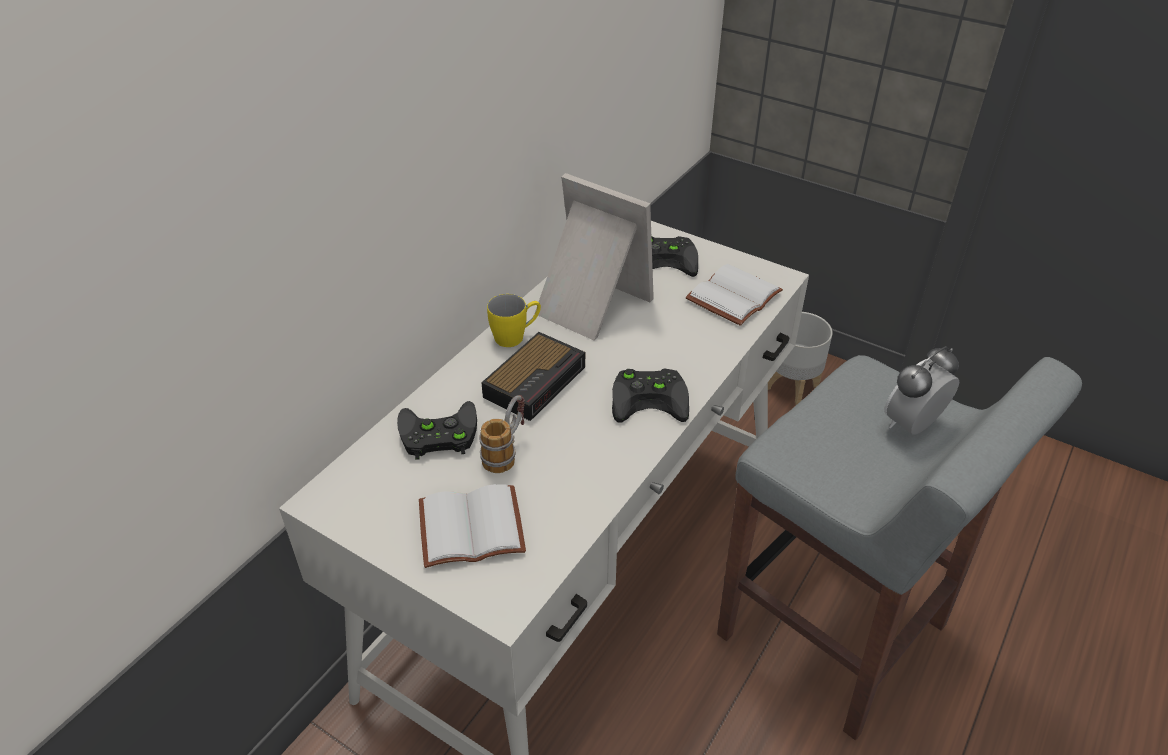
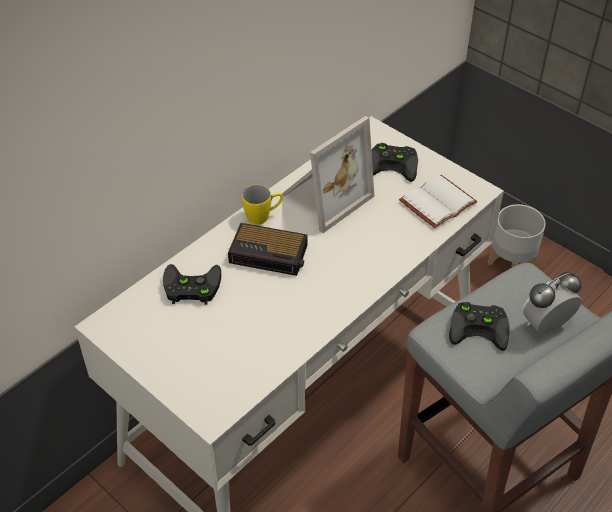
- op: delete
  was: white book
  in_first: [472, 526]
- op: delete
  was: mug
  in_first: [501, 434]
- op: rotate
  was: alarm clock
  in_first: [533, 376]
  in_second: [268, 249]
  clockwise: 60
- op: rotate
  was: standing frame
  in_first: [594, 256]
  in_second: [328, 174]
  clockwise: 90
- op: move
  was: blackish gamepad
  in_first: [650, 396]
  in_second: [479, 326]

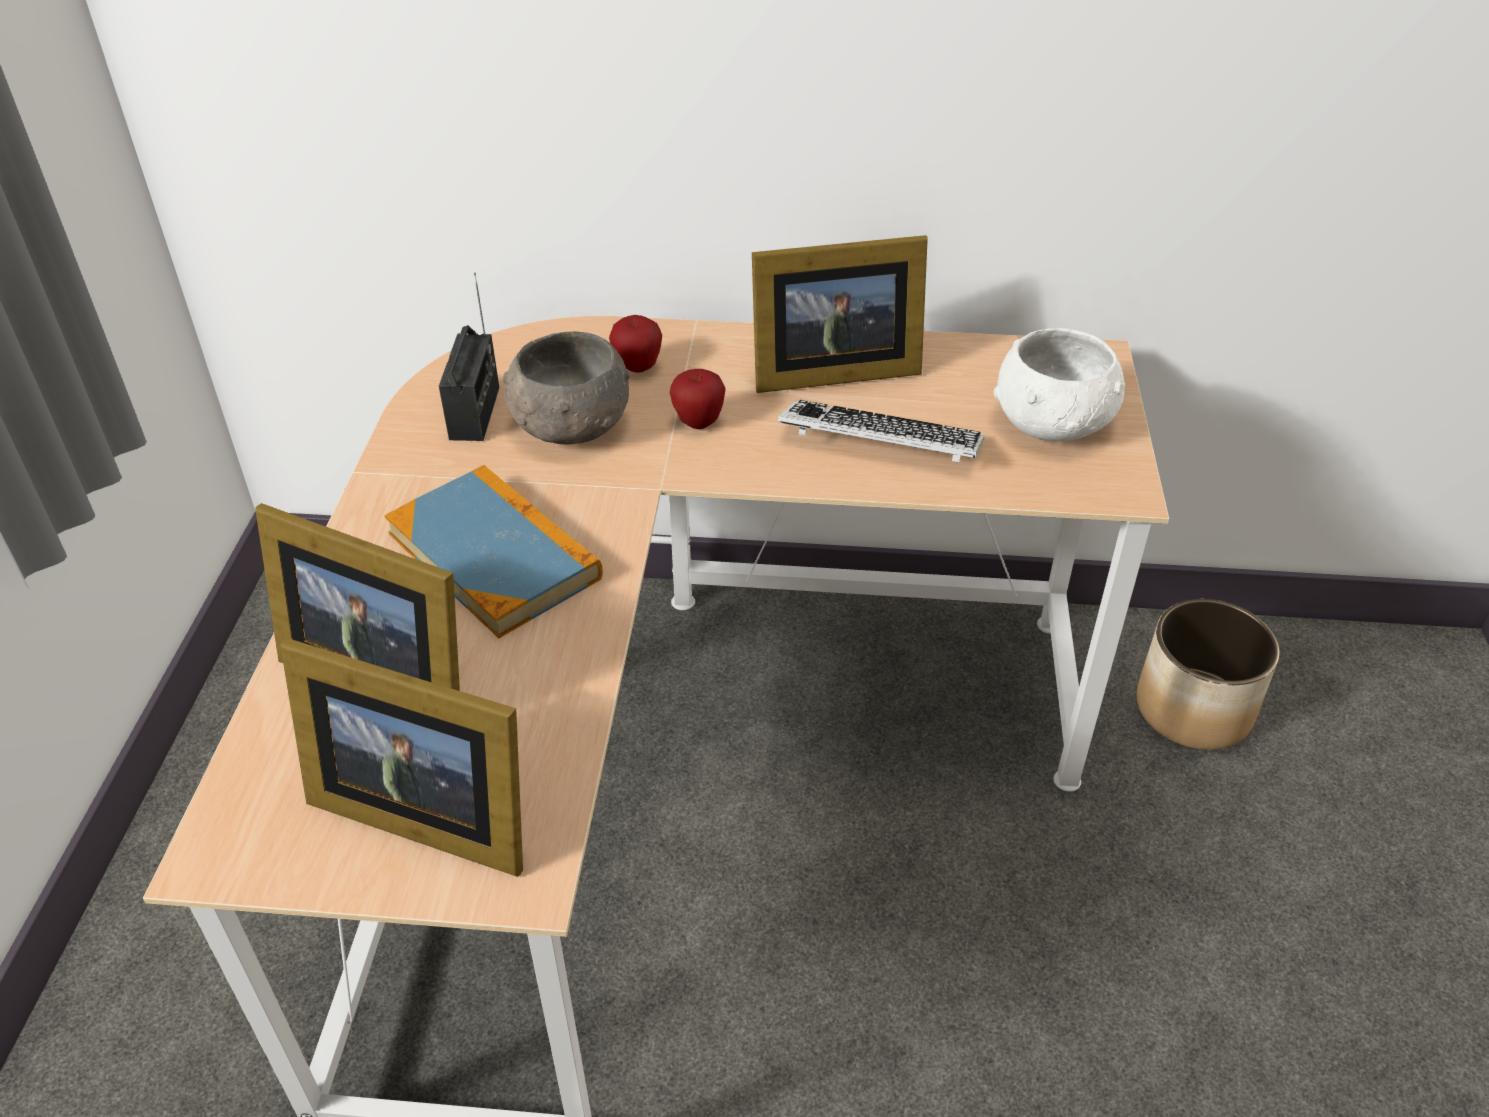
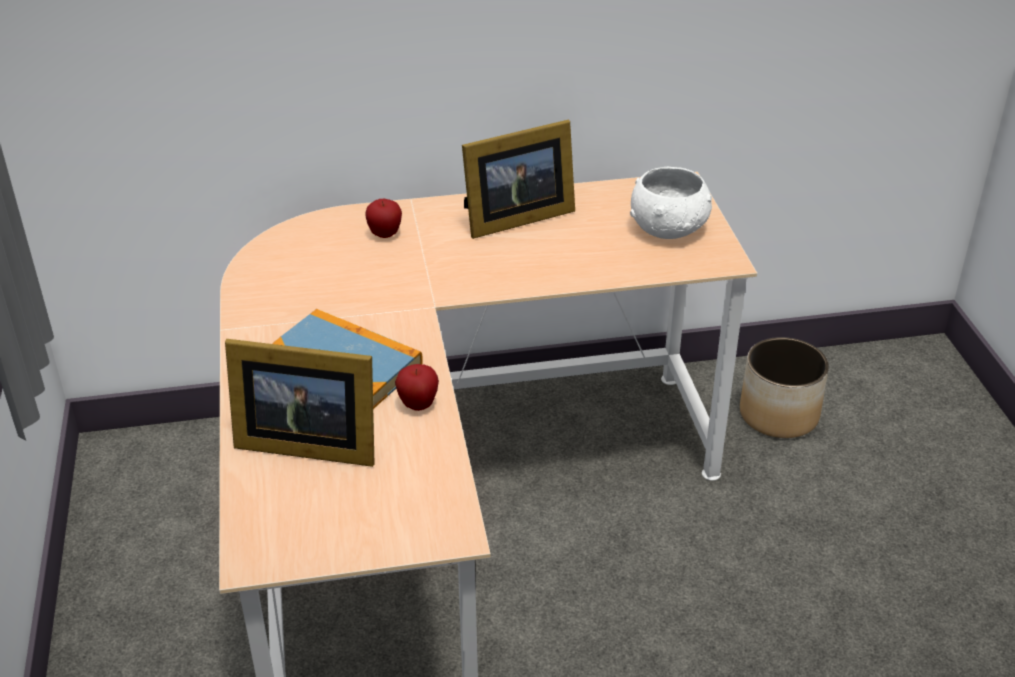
- op: delete
  was: standing frame
  in_first: [401, 757]
- op: delete
  was: radio
  in_first: [469, 356]
- op: delete
  was: gray deep dish
  in_first: [566, 388]
- op: move
  was: apple fruit
  in_first: [698, 399]
  in_second: [417, 387]
- op: delete
  was: computer keyboard
  in_first: [881, 431]

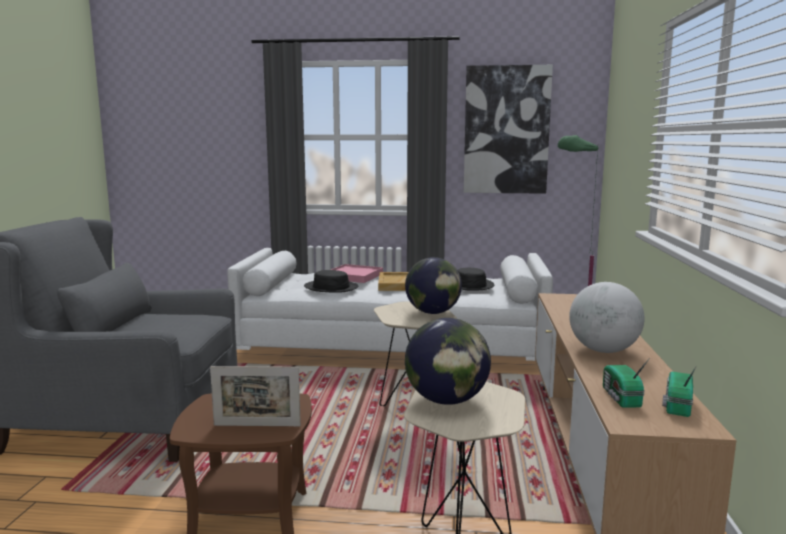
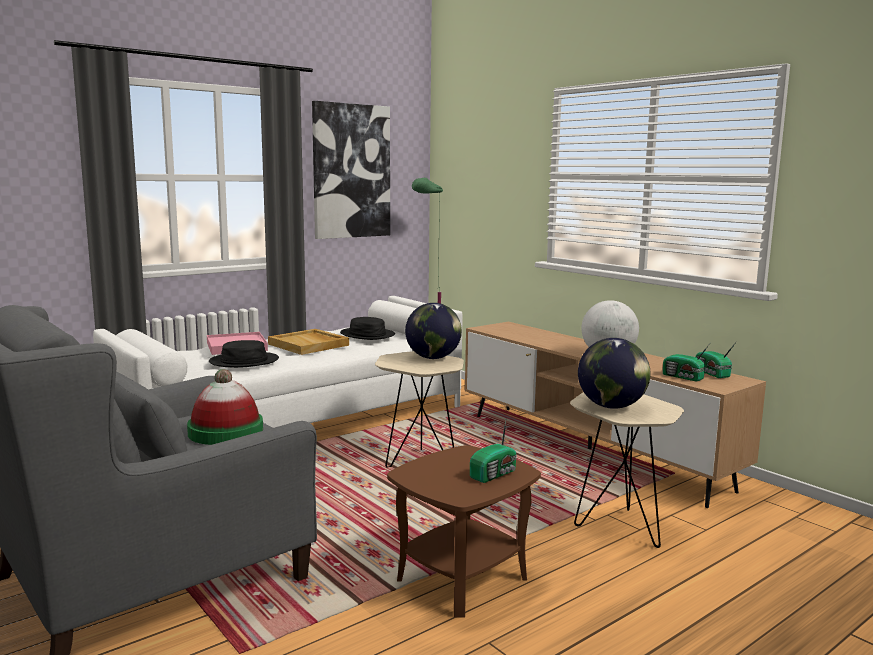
- op: replace
  was: standing frame
  now: radio
  in_first: [255, 396]
  in_second: [493, 451]
- op: insert
  now: hat
  in_second: [225, 407]

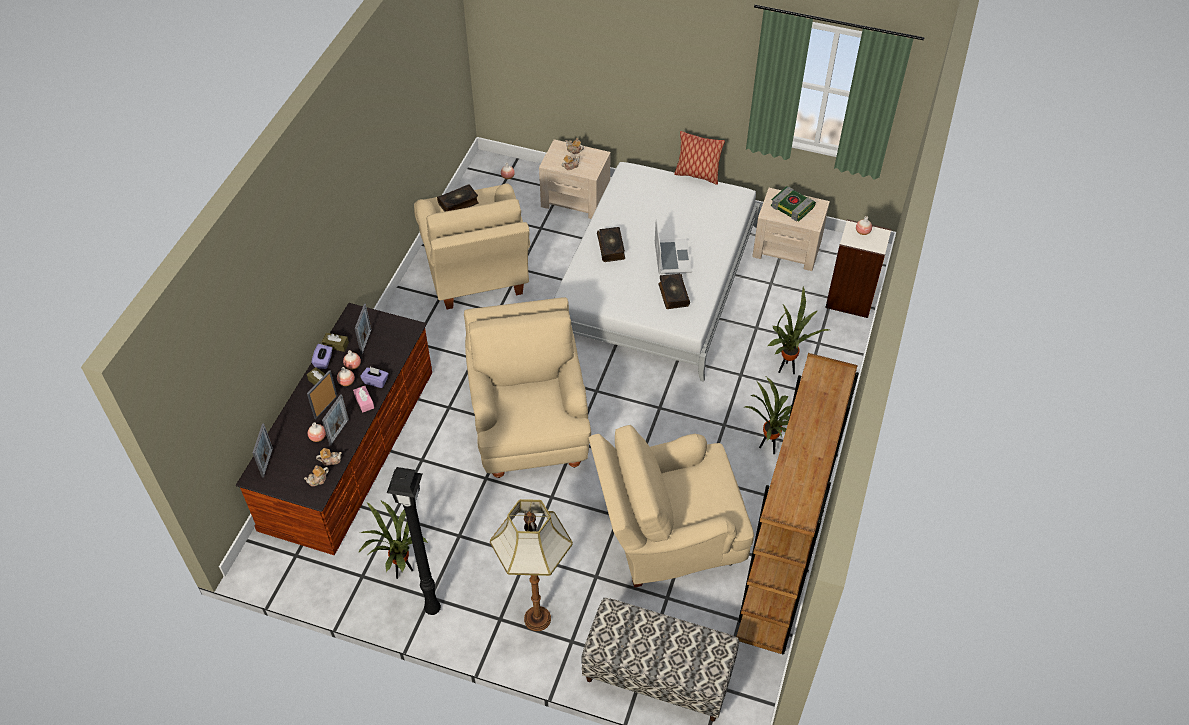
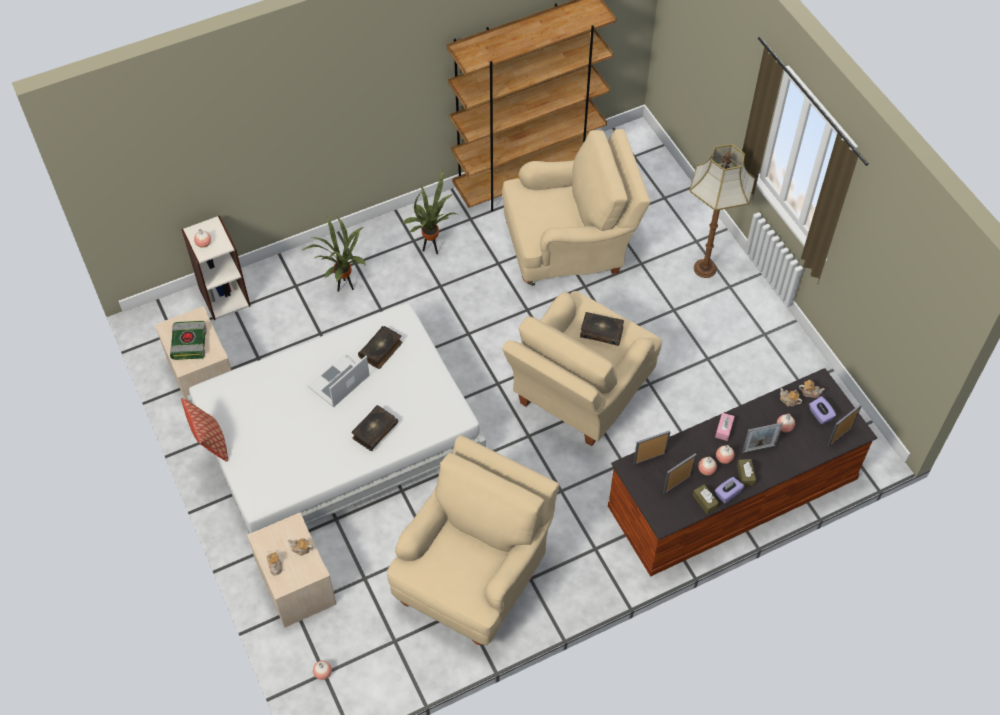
- op: move
  was: standing frame
  in_first: [335, 420]
  in_second: [651, 447]
- op: delete
  was: potted plant
  in_first: [393, 539]
- op: move
  was: purple tissue box
  in_first: [374, 377]
  in_second: [822, 410]
- op: delete
  was: blackish standard lamp
  in_first: [414, 541]
- op: move
  was: book
  in_first: [458, 198]
  in_second: [602, 329]
- op: delete
  was: bench
  in_first: [660, 659]
- op: rotate
  was: sand-coloured lounge chair
  in_first: [671, 506]
  in_second: [576, 207]
  clockwise: -45

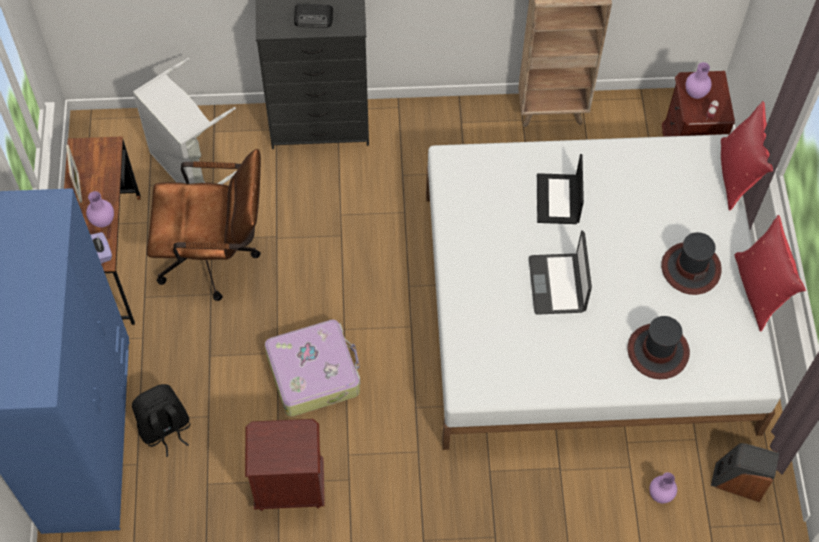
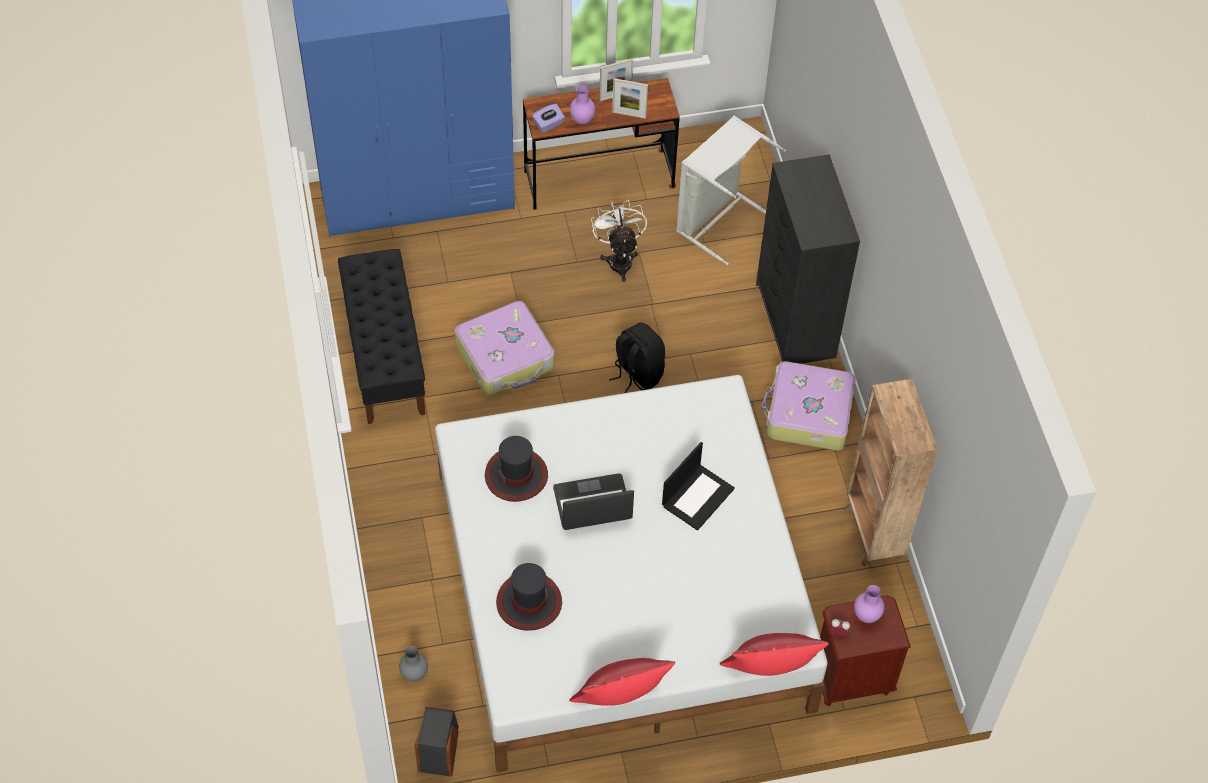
- op: move
  was: blackish rucksack
  in_first: [161, 420]
  in_second: [637, 358]
- op: replace
  was: brownish office chair
  now: white electric fan
  in_first: [204, 225]
  in_second: [619, 241]
- op: replace
  was: brownish bedside table
  now: blackish bench
  in_first: [285, 465]
  in_second: [381, 336]
- op: delete
  was: radio
  in_first: [313, 16]
- op: rotate
  was: laptop
  in_first: [560, 189]
  in_second: [698, 486]
  clockwise: 135
- op: recolor
  was: purple decorative vase
  now: gray decorative vase
  in_first: [663, 487]
  in_second: [413, 664]
- op: move
  was: hat
  in_first: [691, 263]
  in_second: [516, 469]
- op: insert
  now: standing frame
  in_second: [630, 98]
- op: insert
  now: suitcase
  in_second: [808, 405]

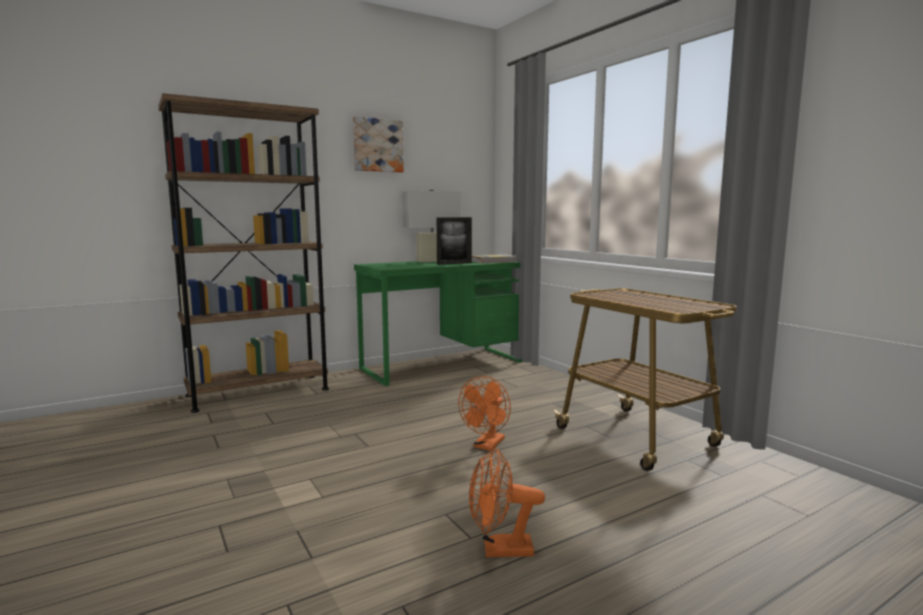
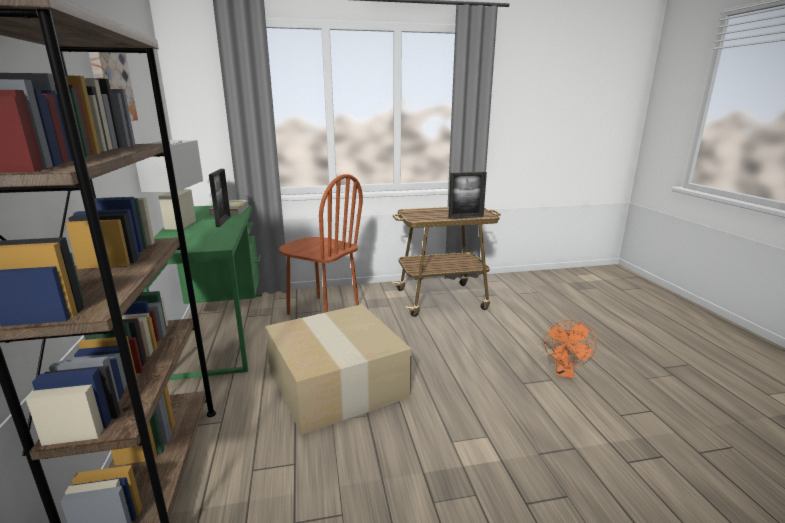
- op: delete
  was: orange-coloured electric fan
  in_first: [484, 413]
- op: insert
  now: cardboard box
  in_second: [338, 369]
- op: insert
  now: brownish upright chair
  in_second: [321, 244]
- op: insert
  now: standing frame
  in_second: [468, 195]

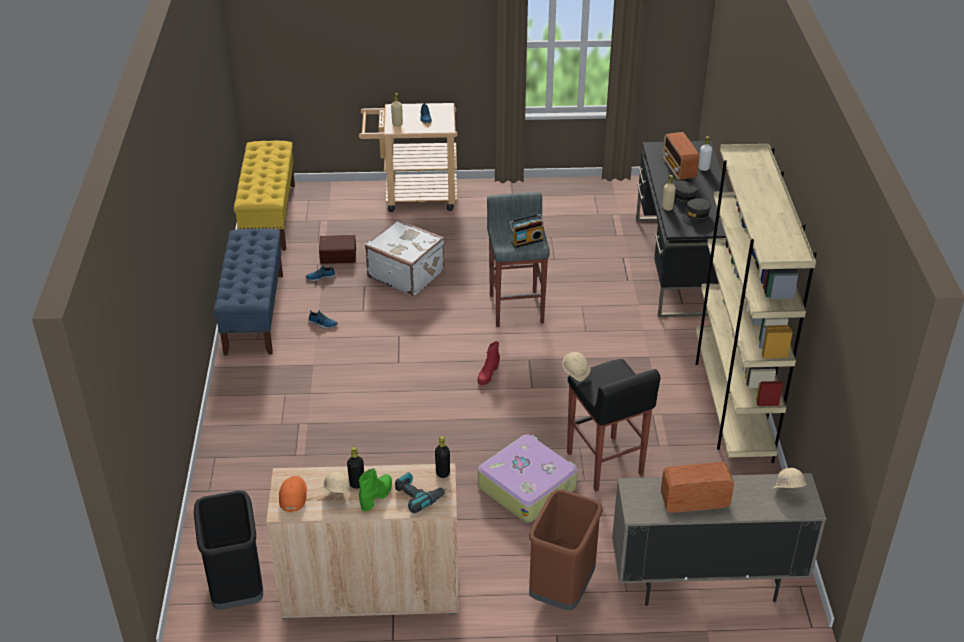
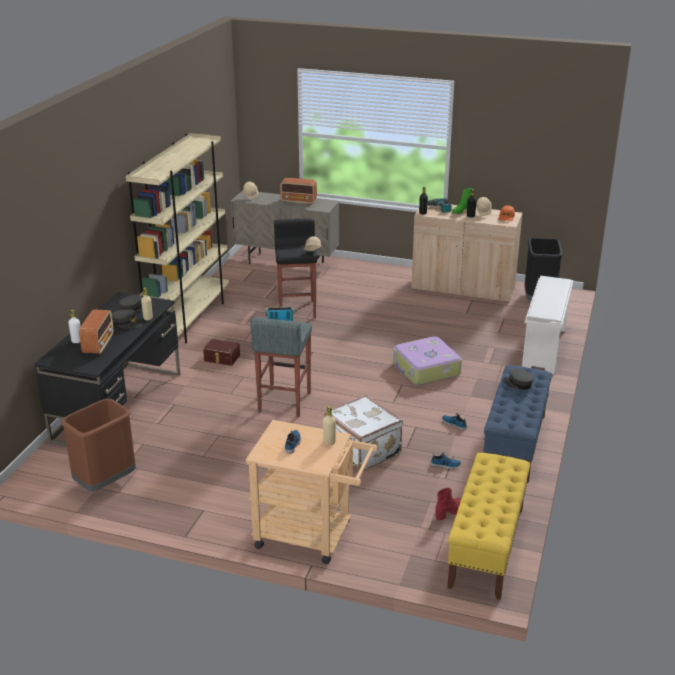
- op: move
  was: brownish storage bin
  in_first: [337, 249]
  in_second: [221, 352]
- op: move
  was: reddish boot
  in_first: [489, 363]
  in_second: [448, 504]
- op: move
  was: suitcase
  in_first: [528, 478]
  in_second: [427, 360]
- op: move
  was: brownish trash can
  in_first: [565, 549]
  in_second: [98, 444]
- op: insert
  now: gray peaked cap
  in_second: [518, 379]
- op: insert
  now: white shoe rack
  in_second: [547, 325]

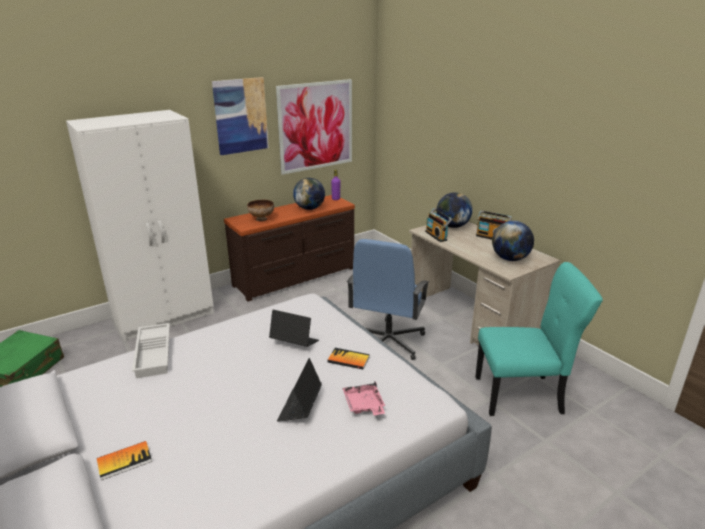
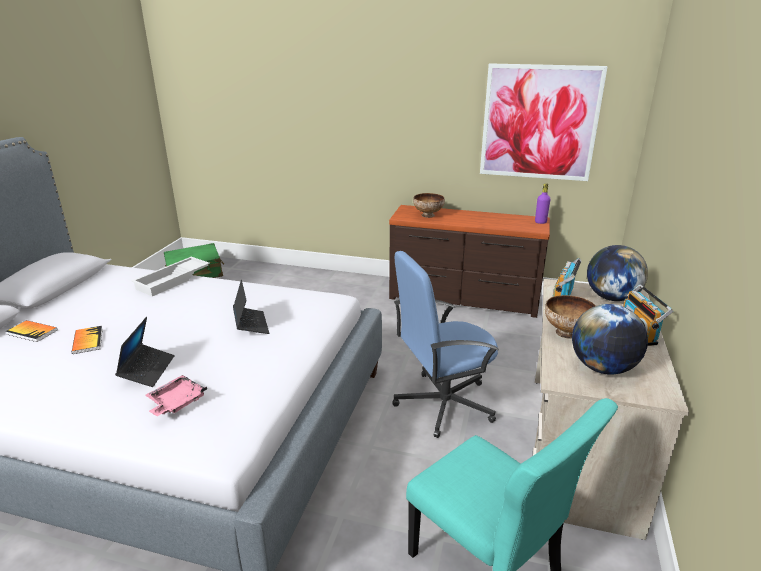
- op: delete
  was: white clothes cupboard
  in_first: [140, 225]
- op: delete
  was: picture
  in_first: [240, 116]
- op: rotate
  was: laptop
  in_first: [299, 390]
  in_second: [145, 352]
  clockwise: 120
- op: delete
  was: globe
  in_first: [309, 194]
- op: move
  was: book
  in_first: [348, 358]
  in_second: [87, 340]
- op: insert
  now: deep dish
  in_second: [570, 317]

